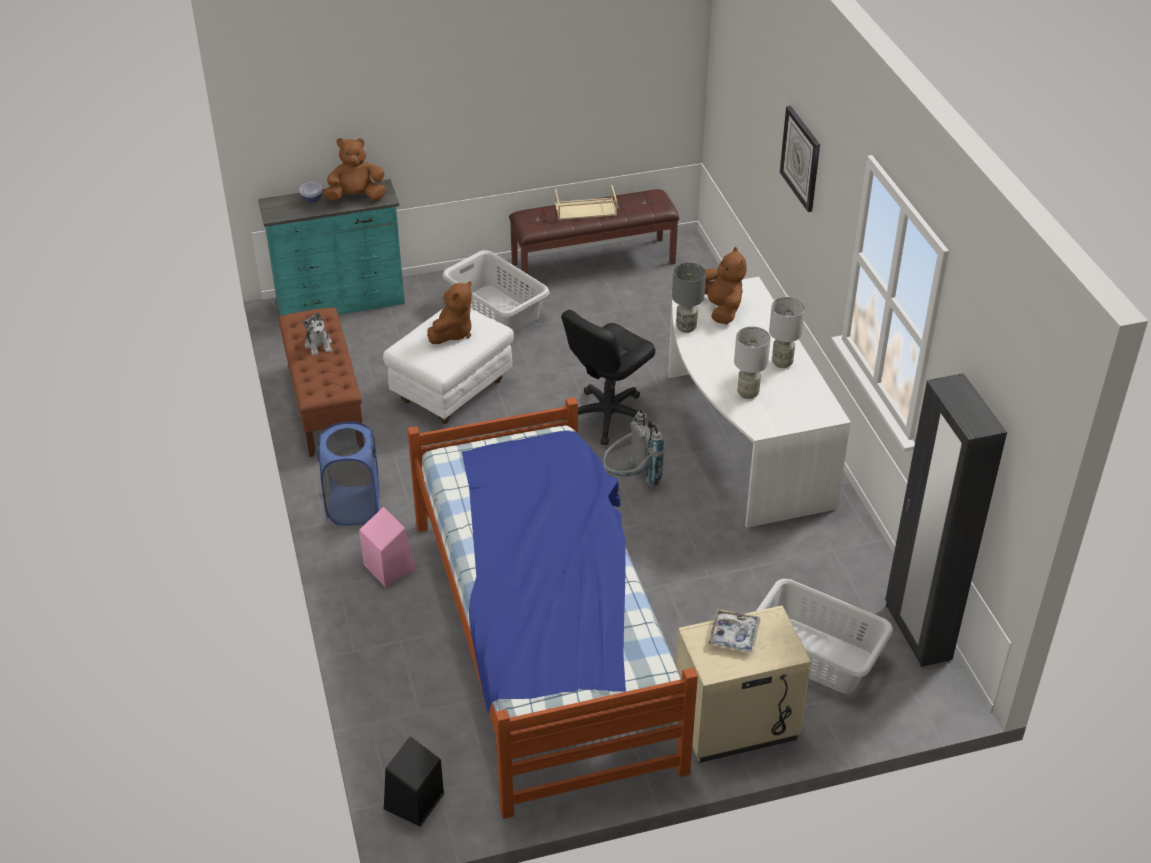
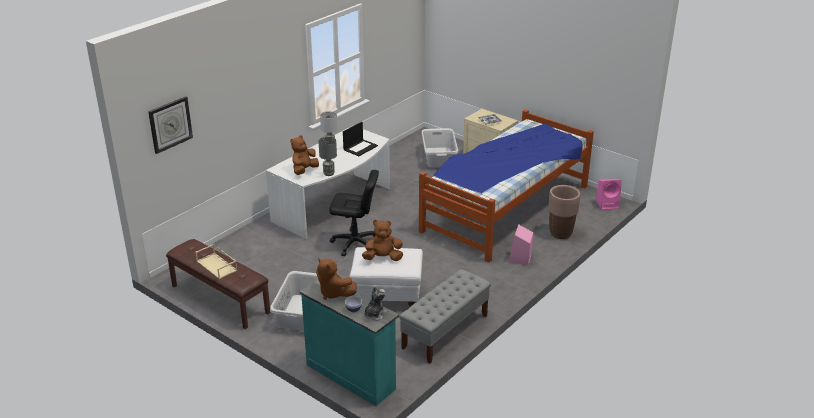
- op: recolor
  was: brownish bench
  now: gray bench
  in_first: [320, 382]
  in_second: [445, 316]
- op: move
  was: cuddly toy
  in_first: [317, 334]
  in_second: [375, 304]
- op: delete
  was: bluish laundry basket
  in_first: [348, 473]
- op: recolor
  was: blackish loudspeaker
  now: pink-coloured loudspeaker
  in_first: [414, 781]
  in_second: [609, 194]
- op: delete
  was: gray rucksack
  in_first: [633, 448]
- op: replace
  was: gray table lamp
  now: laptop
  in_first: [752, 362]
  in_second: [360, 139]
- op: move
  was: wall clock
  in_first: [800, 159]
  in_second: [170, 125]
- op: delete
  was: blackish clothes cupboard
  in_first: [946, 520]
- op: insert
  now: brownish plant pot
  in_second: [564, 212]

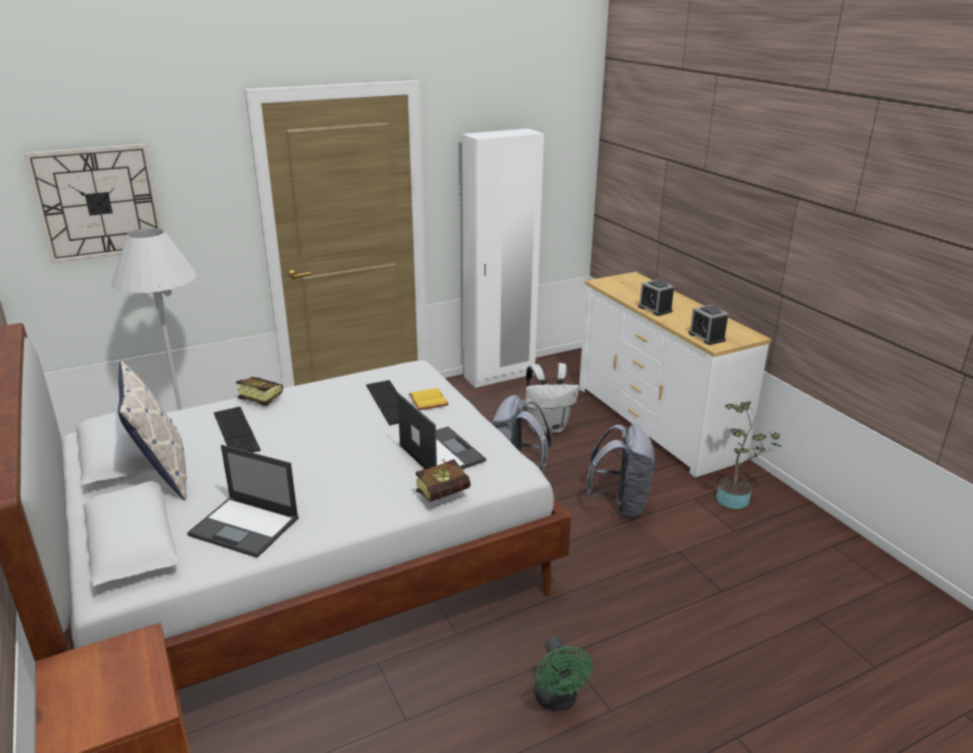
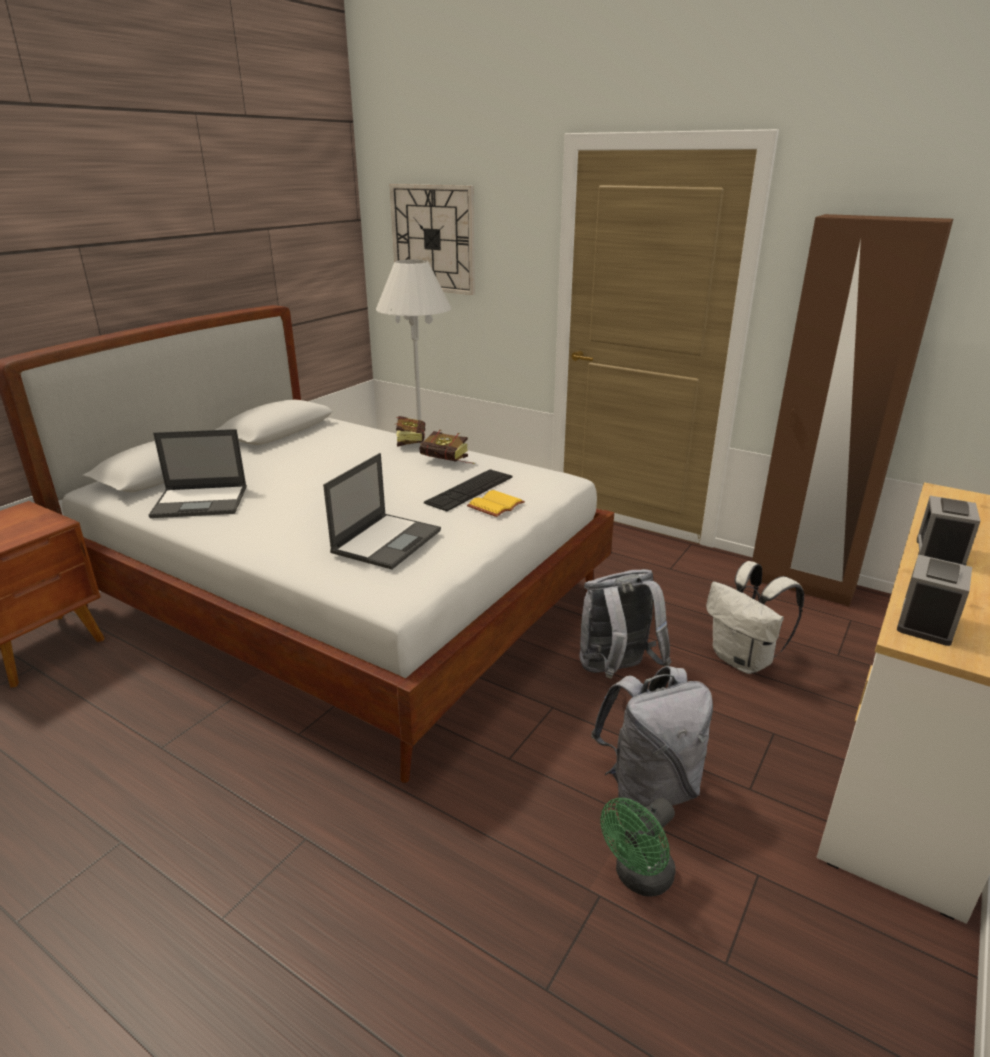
- op: delete
  was: cushion
  in_first: [152, 430]
- op: rotate
  was: laptop
  in_first: [243, 501]
  in_second: [198, 473]
  clockwise: -90
- op: delete
  was: computer keyboard
  in_first: [237, 430]
- op: move
  was: book
  in_first: [443, 480]
  in_second: [446, 447]
- op: recolor
  was: white clothes cupboard
  now: brownish clothes cupboard
  in_first: [503, 258]
  in_second: [852, 410]
- op: move
  was: greenish electric fan
  in_first: [563, 673]
  in_second: [638, 847]
- op: delete
  was: potted plant
  in_first: [748, 455]

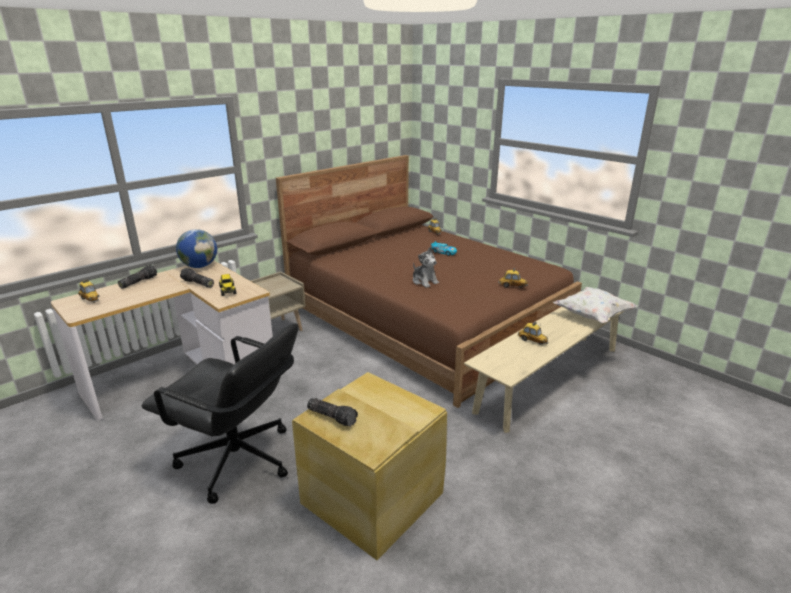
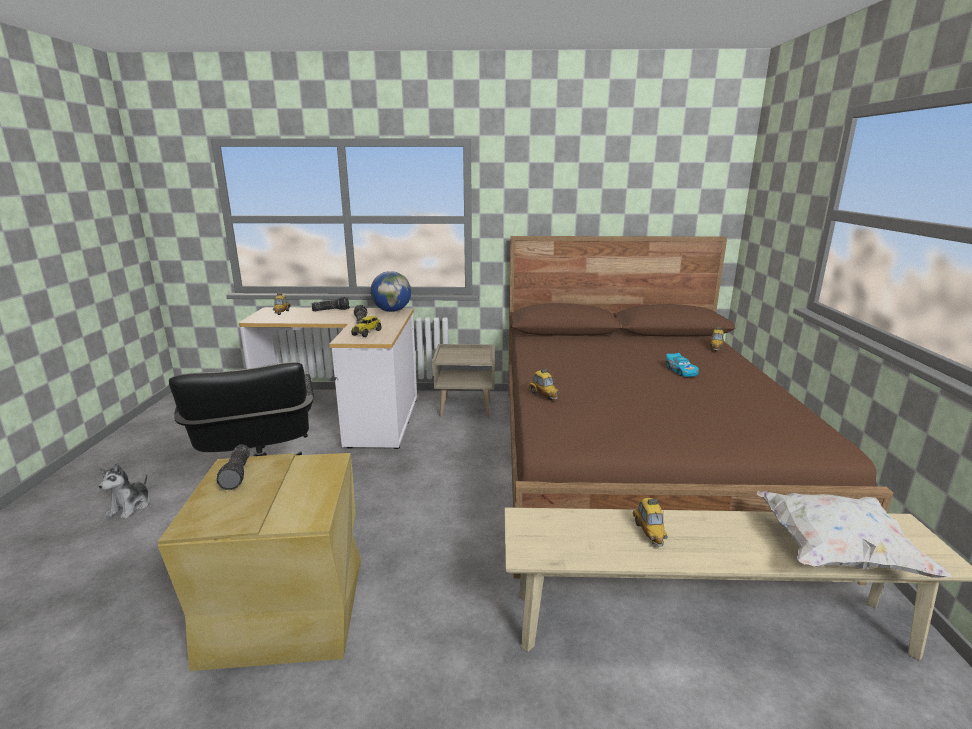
- op: move
  was: cuddly toy
  in_first: [426, 267]
  in_second: [124, 491]
- op: move
  was: miniature car
  in_first: [513, 278]
  in_second: [543, 384]

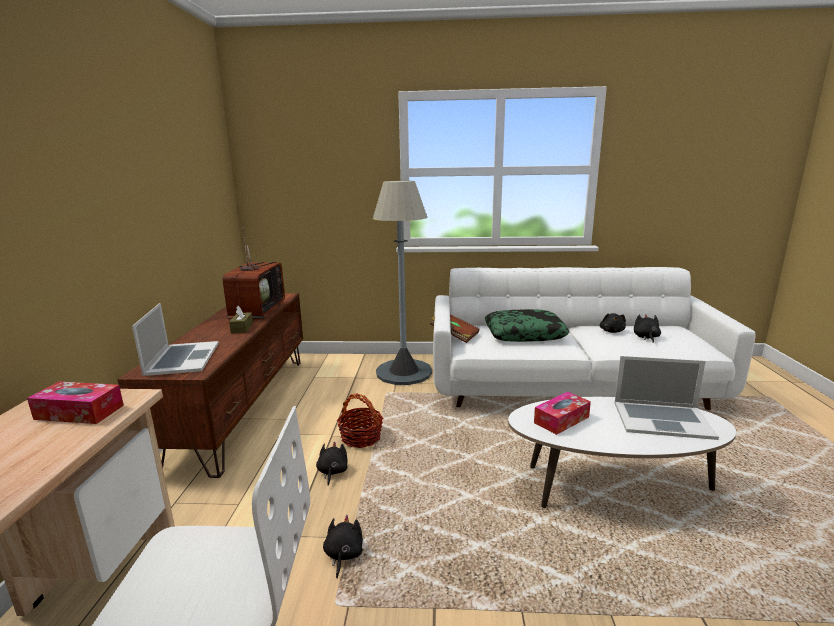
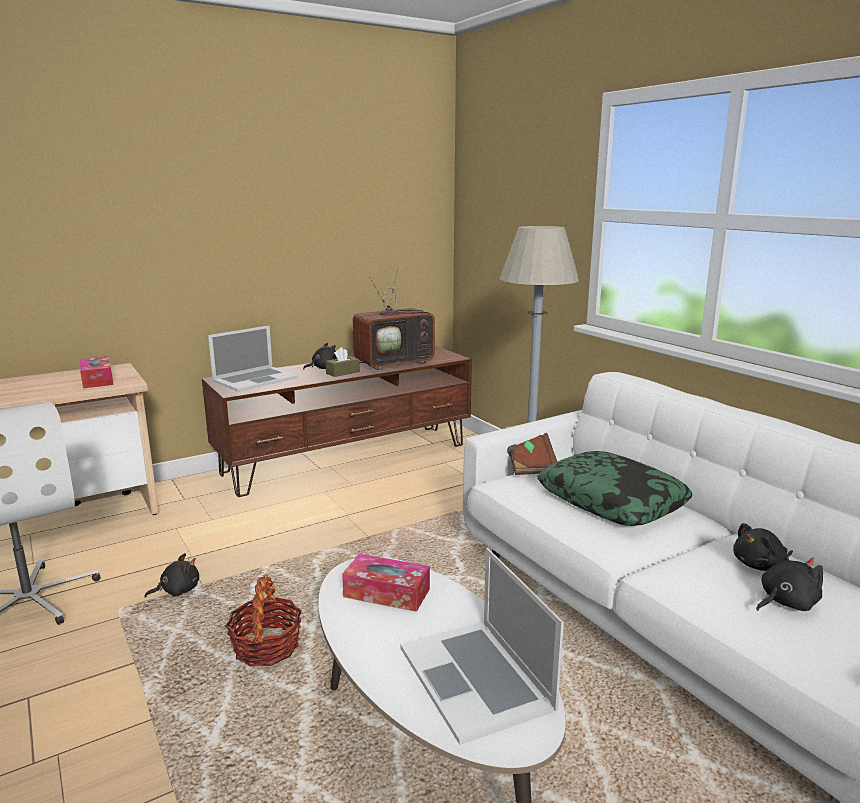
- op: move
  was: blackish cuddly toy
  in_first: [332, 463]
  in_second: [320, 356]
- op: move
  was: household basket
  in_first: [360, 421]
  in_second: [263, 620]

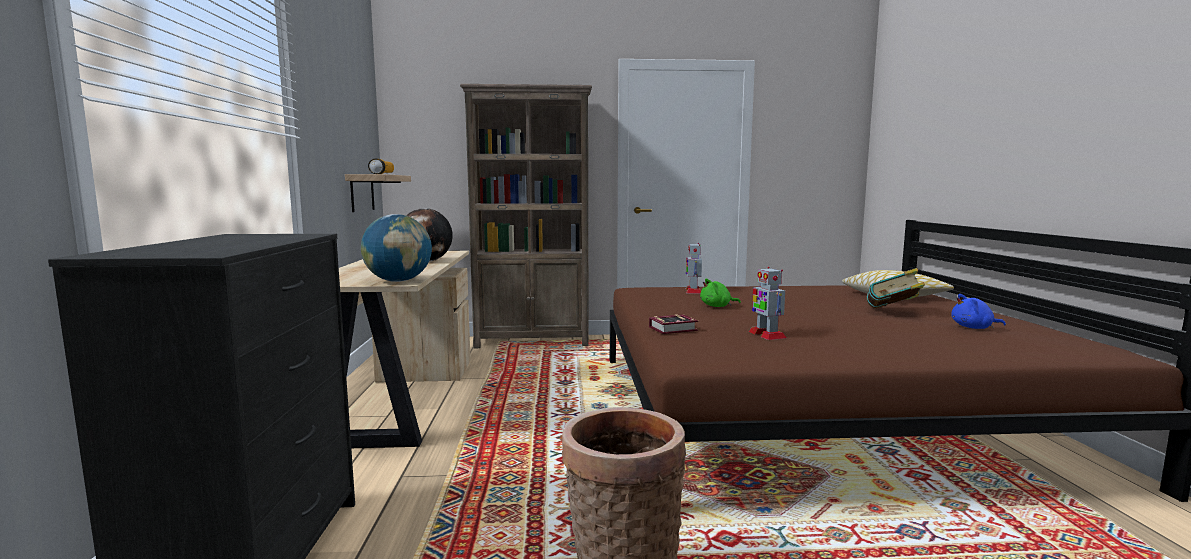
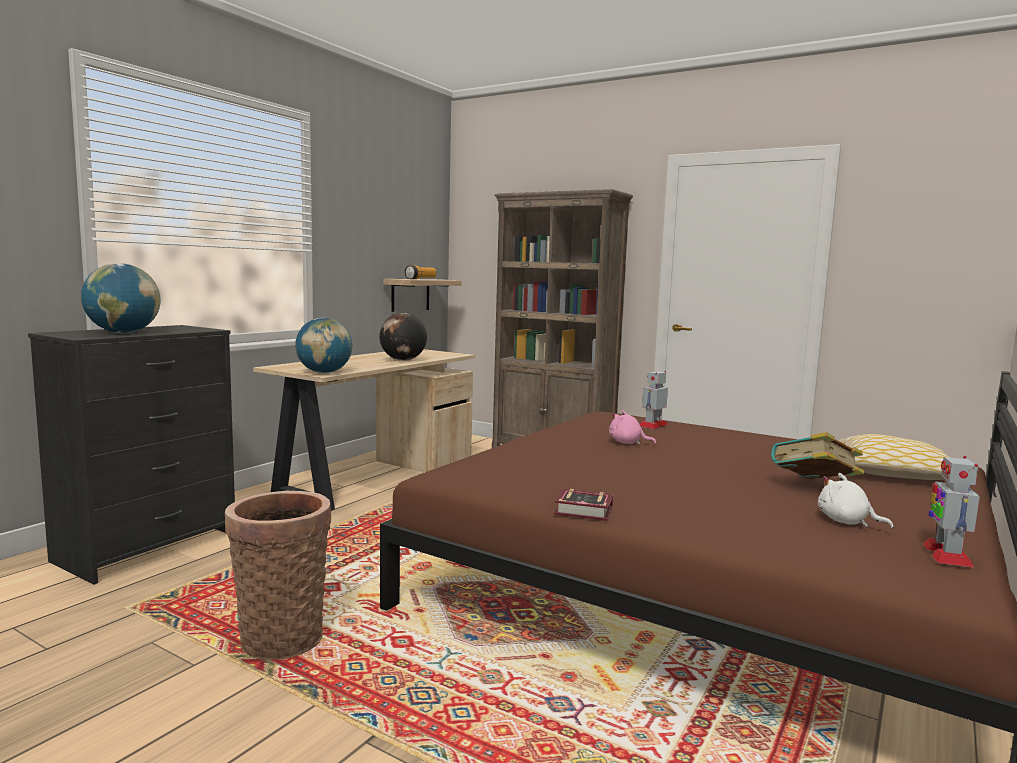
- op: move
  was: book
  in_first: [673, 324]
  in_second: [583, 505]
- op: recolor
  was: greenish cuddly toy
  now: pink-coloured cuddly toy
  in_first: [720, 293]
  in_second: [632, 427]
- op: move
  was: model robot
  in_first: [767, 303]
  in_second: [951, 511]
- op: recolor
  was: bluish cuddly toy
  now: white cuddly toy
  in_first: [978, 311]
  in_second: [856, 500]
- op: insert
  now: globe
  in_second: [121, 298]

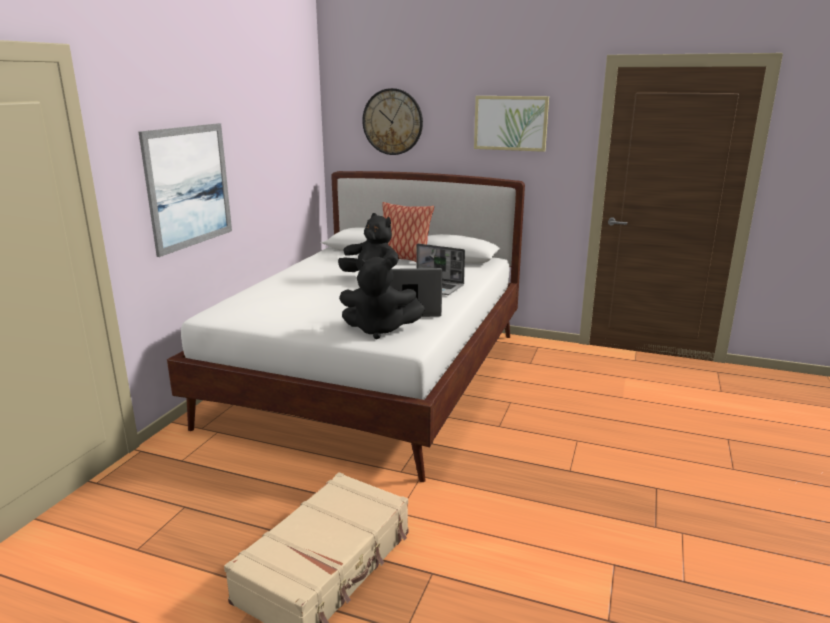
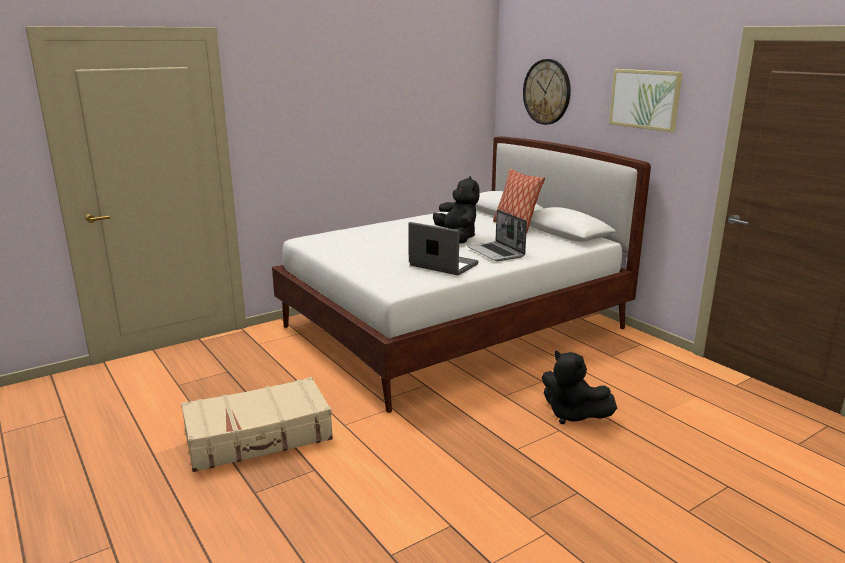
- op: delete
  was: picture
  in_first: [185, 190]
- op: move
  was: blackish cuddly toy
  in_first: [382, 298]
  in_second: [579, 387]

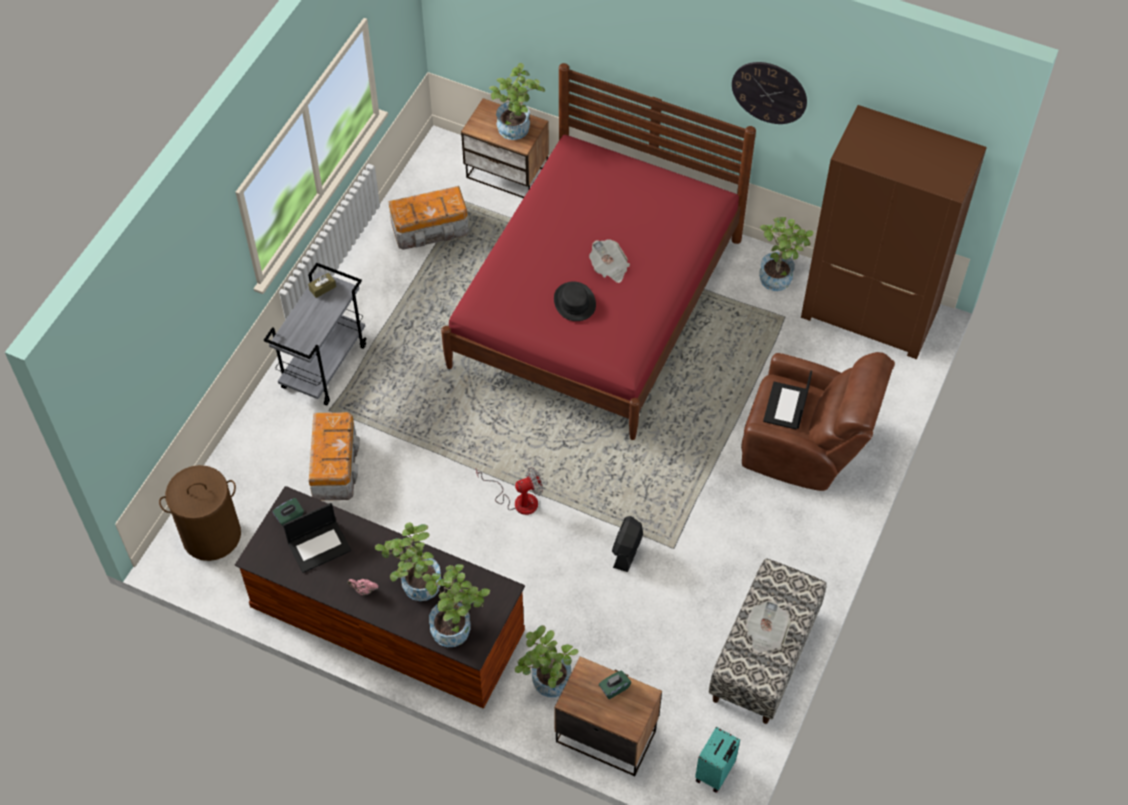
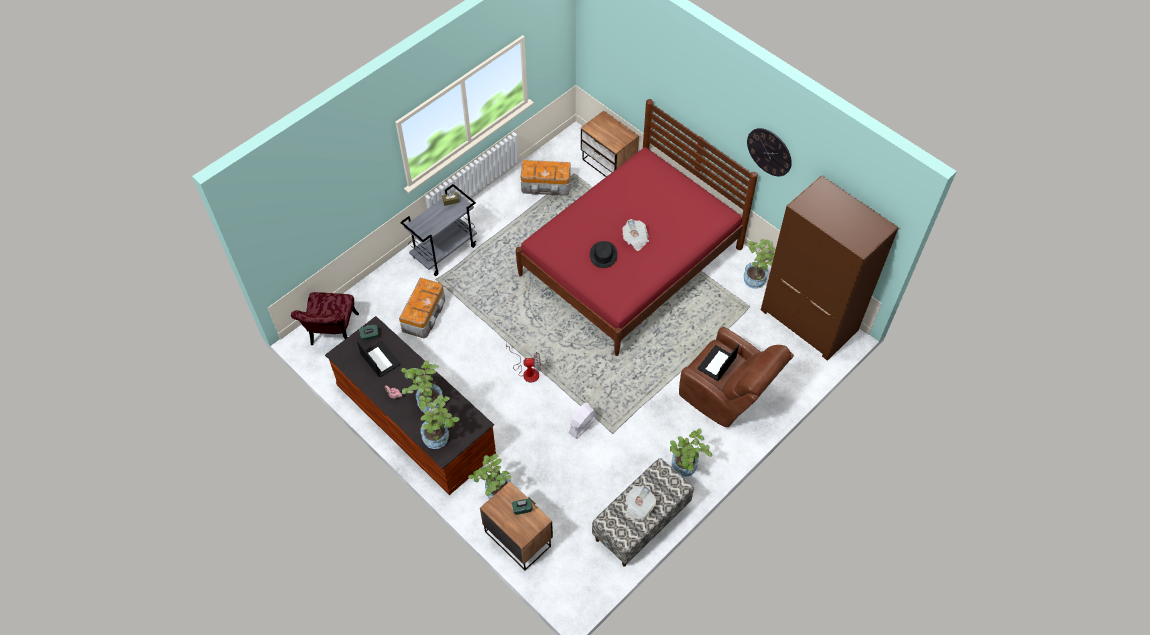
- op: replace
  was: brownish laundry basket
  now: reddish upright chair
  in_first: [200, 513]
  in_second: [325, 318]
- op: rotate
  was: laptop
  in_first: [317, 538]
  in_second: [379, 359]
  clockwise: -120
- op: move
  was: potted plant
  in_first: [517, 101]
  in_second: [691, 452]
- op: recolor
  was: blackish electric fan
  now: white electric fan
  in_first: [627, 544]
  in_second: [582, 421]
- op: delete
  was: turquoise-coloured suitcase
  in_first: [717, 760]

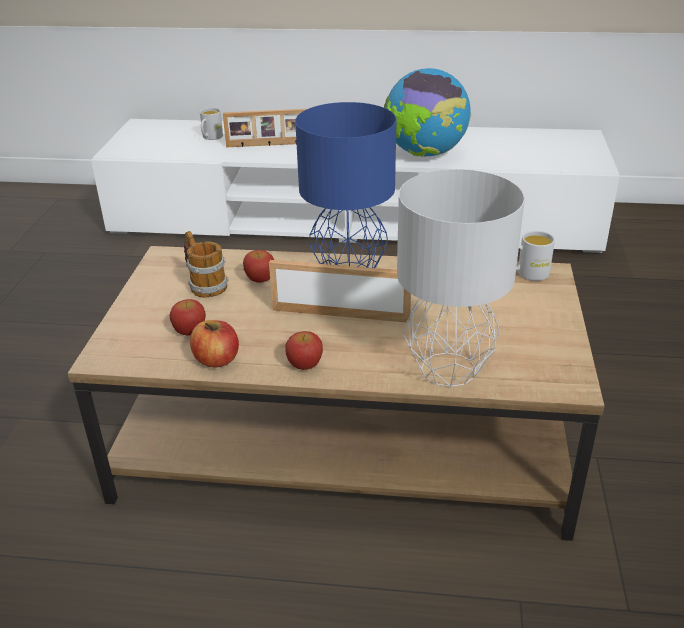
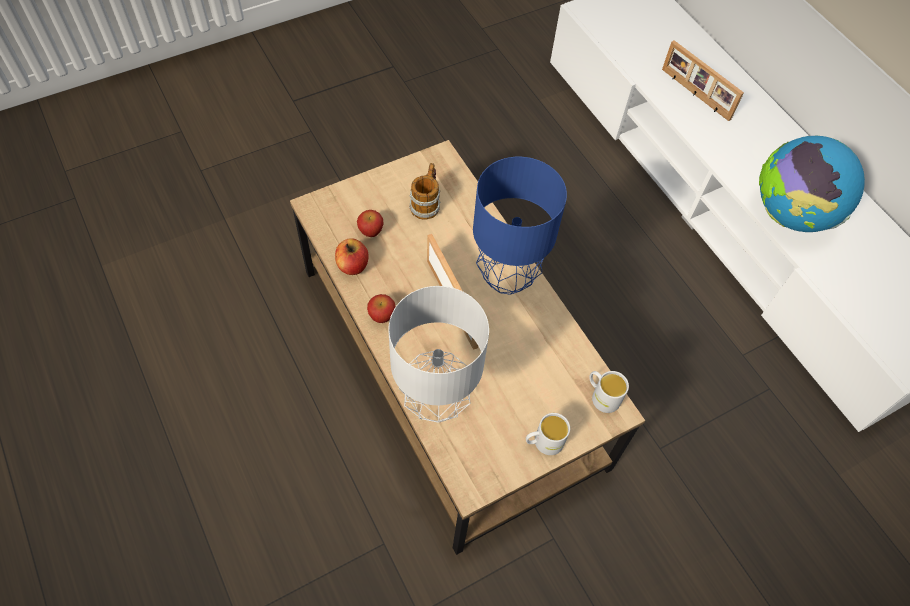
- op: move
  was: white mug
  in_first: [211, 124]
  in_second: [548, 434]
- op: delete
  was: apple fruit
  in_first: [258, 266]

